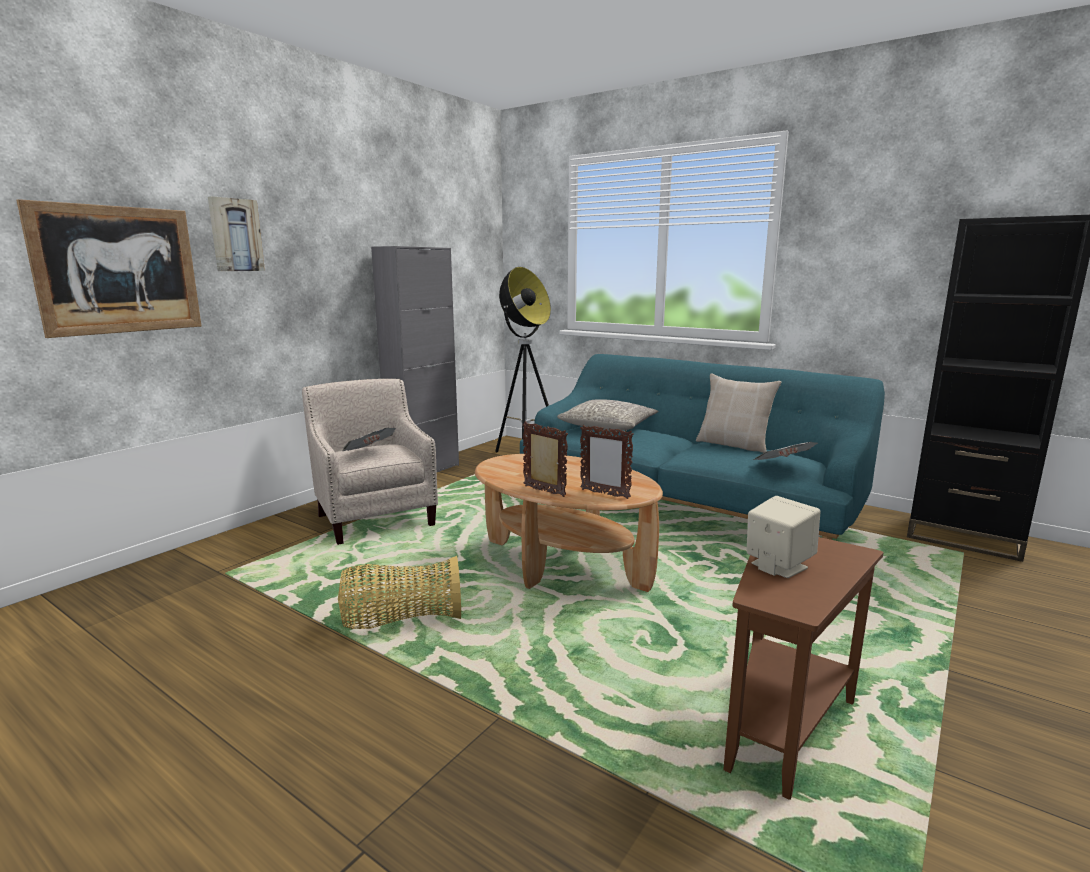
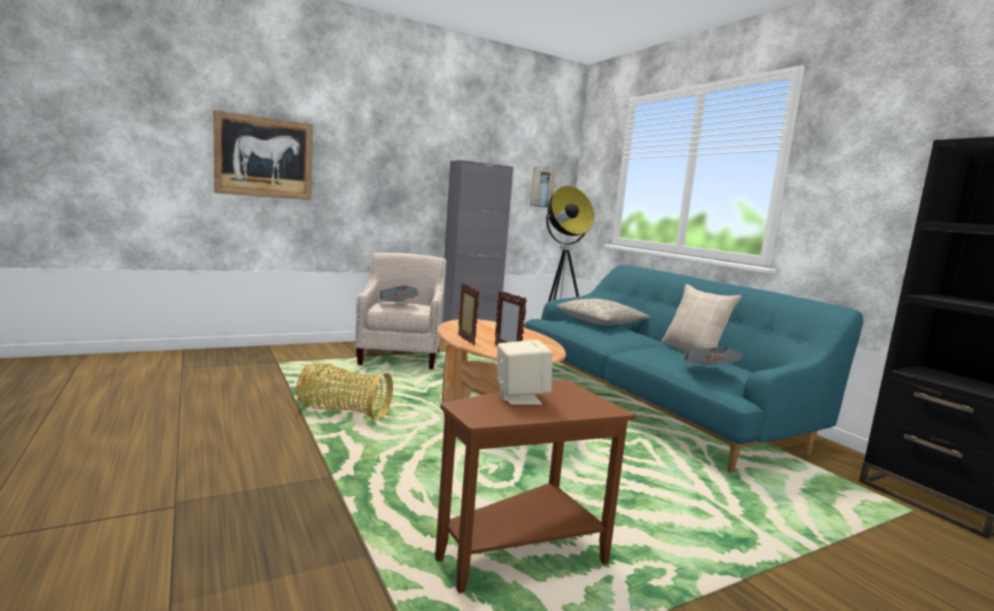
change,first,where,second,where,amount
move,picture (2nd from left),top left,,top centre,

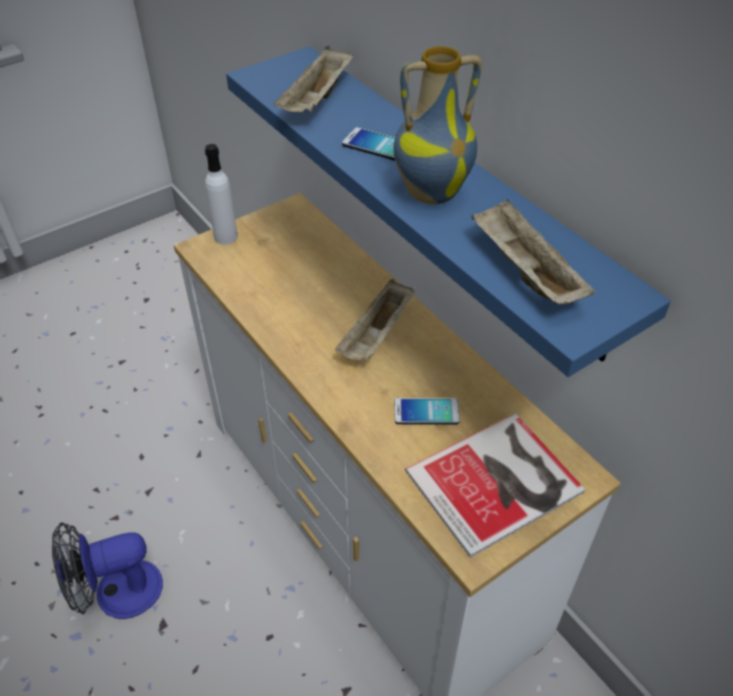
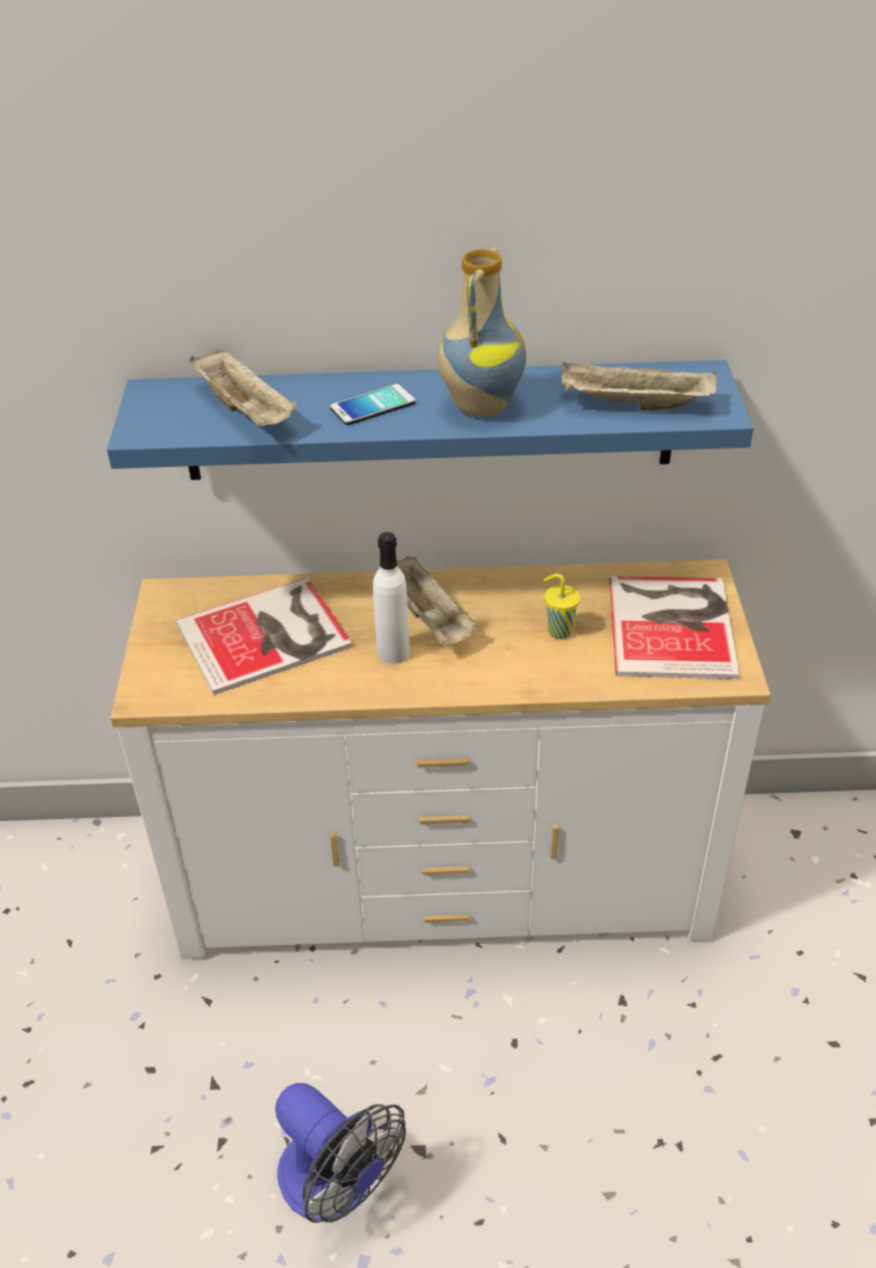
change,first,where,second,where,amount
move,white bottle,top left,,centre,
replace,phone (2nd from left),centre,yellow cup,centre,
rotate,fan,bottom left,,bottom centre,60 degrees counterclockwise
insert,,,book (1st from left),middle left,

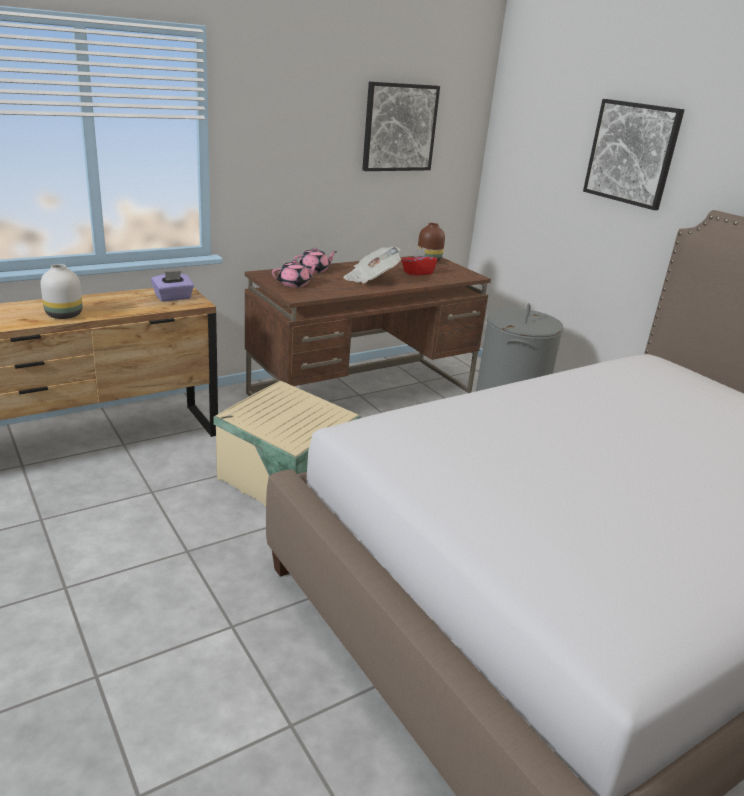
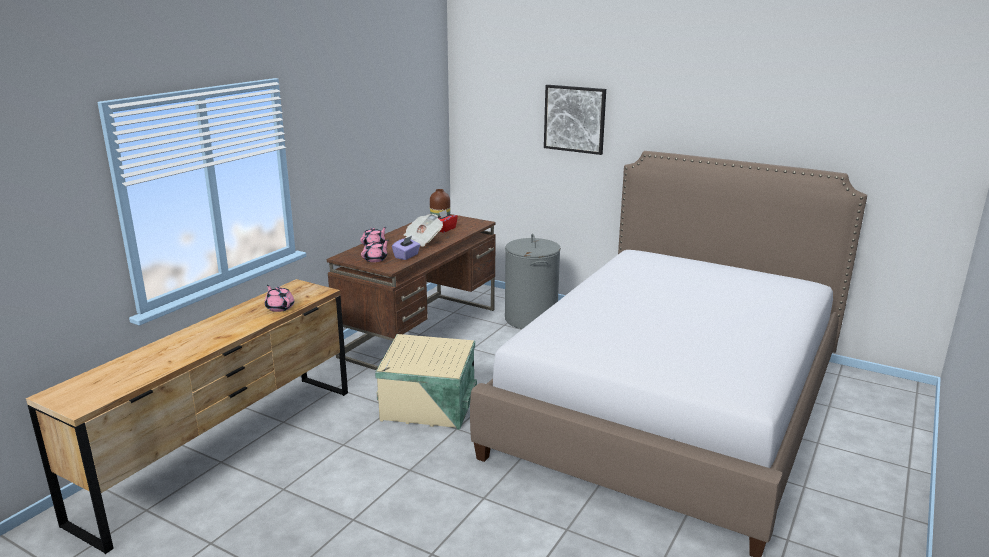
change,first,where,second,where,amount
delete,picture (1st from left),top centre,,,
delete,white vase,middle left,,,
move,purple tissue box,middle left,,centre,
insert,,,pink teapot (1st from left),middle left,

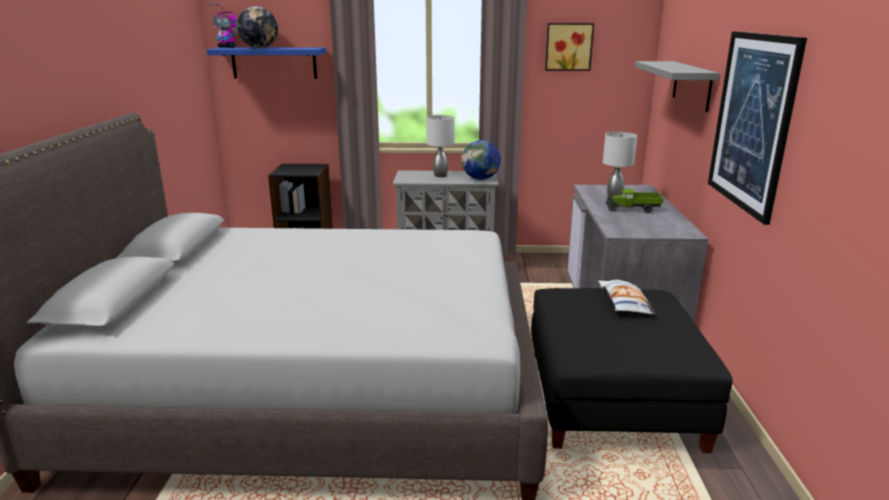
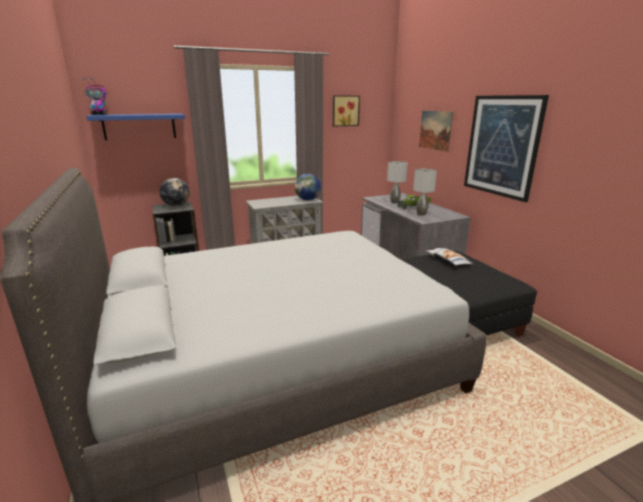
change,first,where,second,where,amount
move,globe (1st from left),top left,,middle left,
replace,grey shelf,top right,picture (2nd from left),top right,
move,grey table lamp (1st from left in the first image),top centre,grey table lamp (2nd from left),centre,

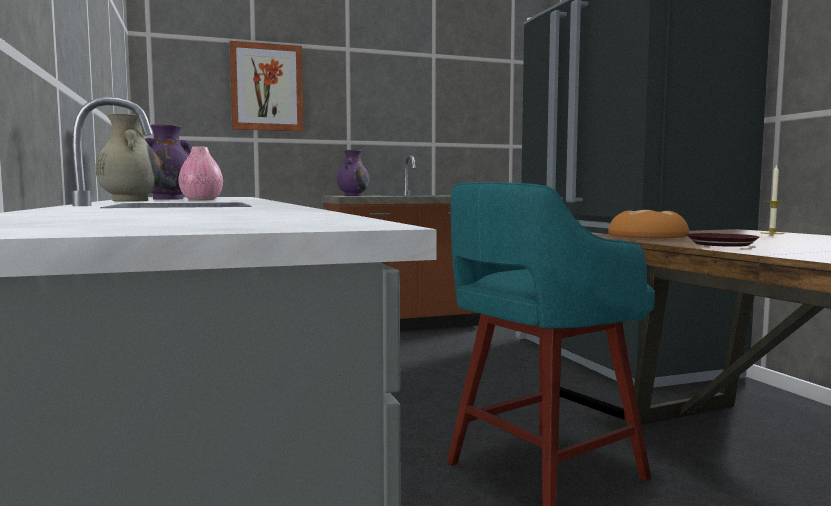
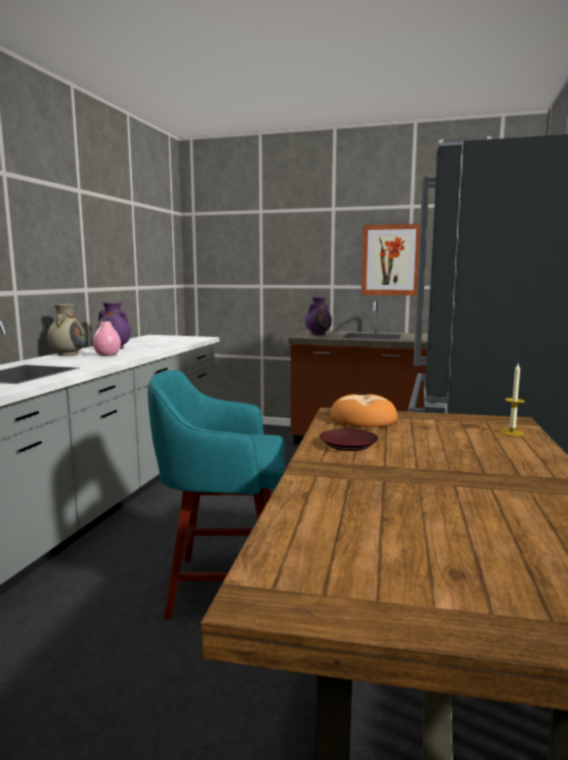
change,first,where,second,where,amount
move,picture,top left,,middle right,

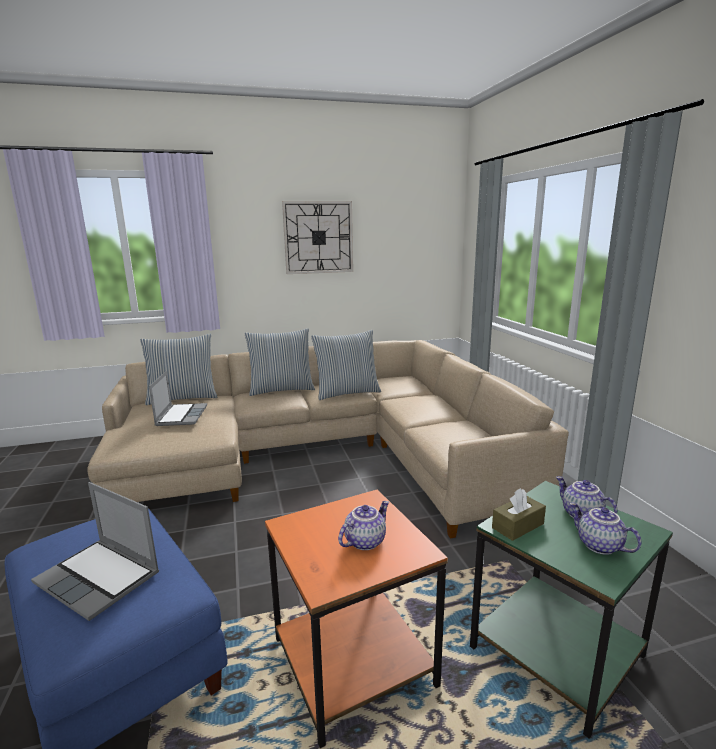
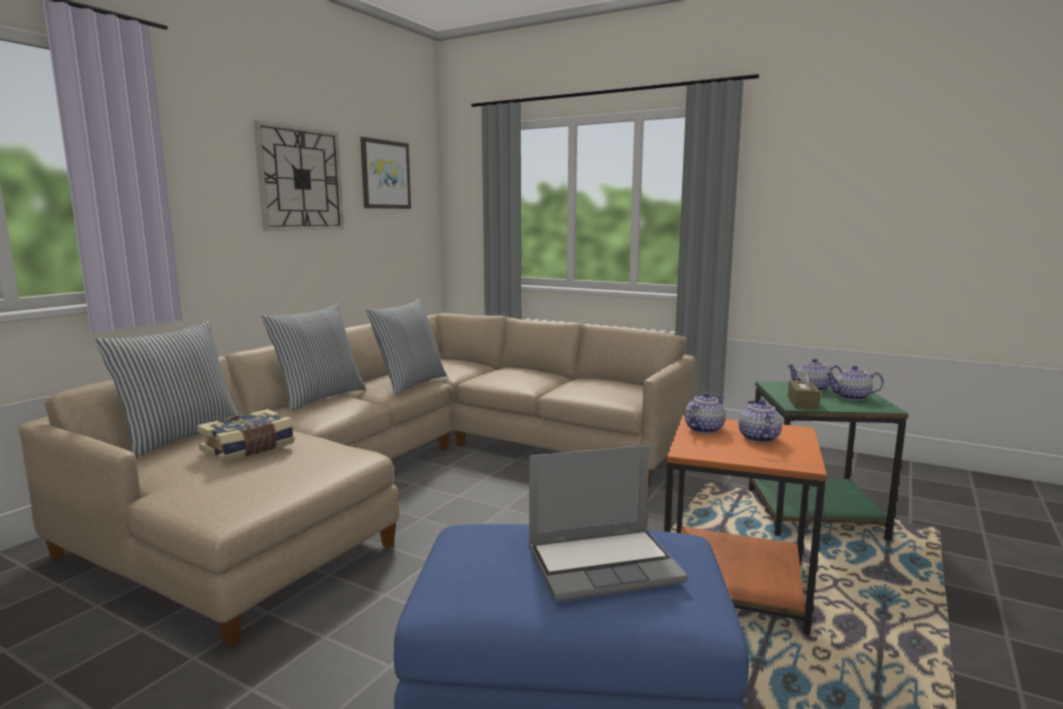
change,first,where,second,where,amount
replace,laptop (2nd from left),middle left,book,middle left,
insert,,,picture,top centre,
insert,,,teapot (1st from left),centre,

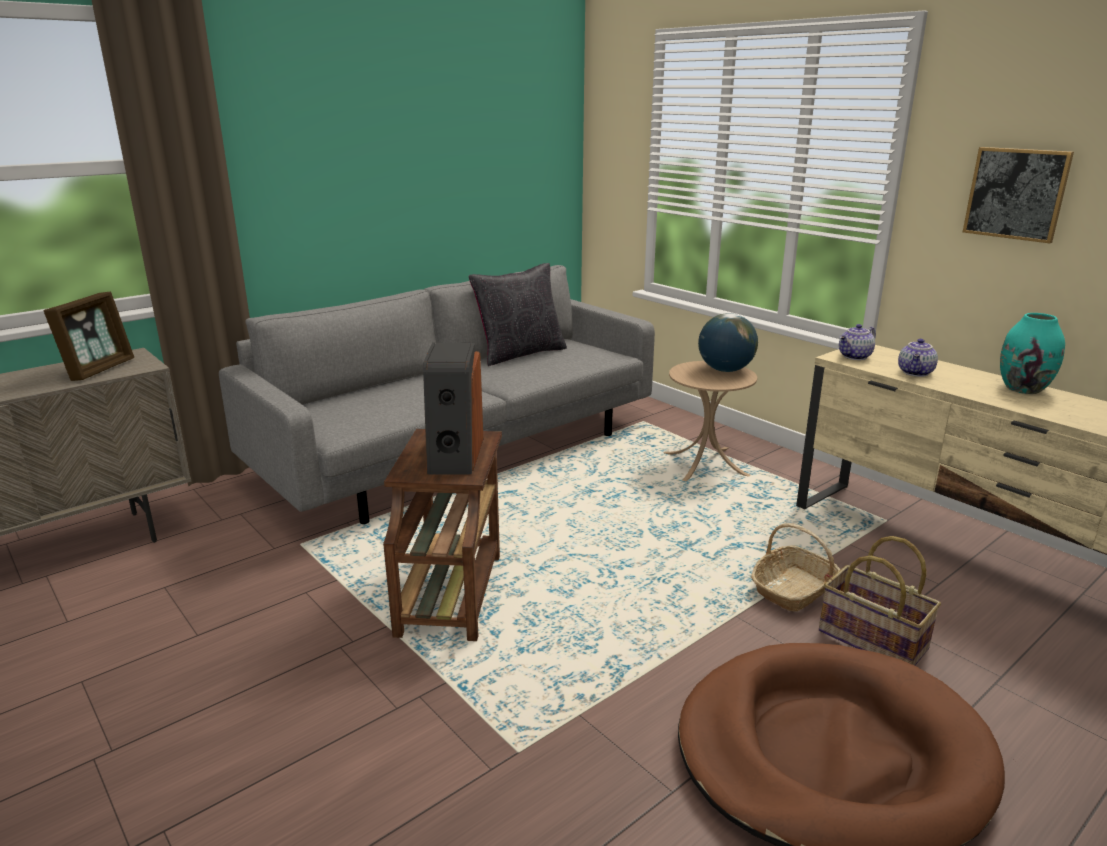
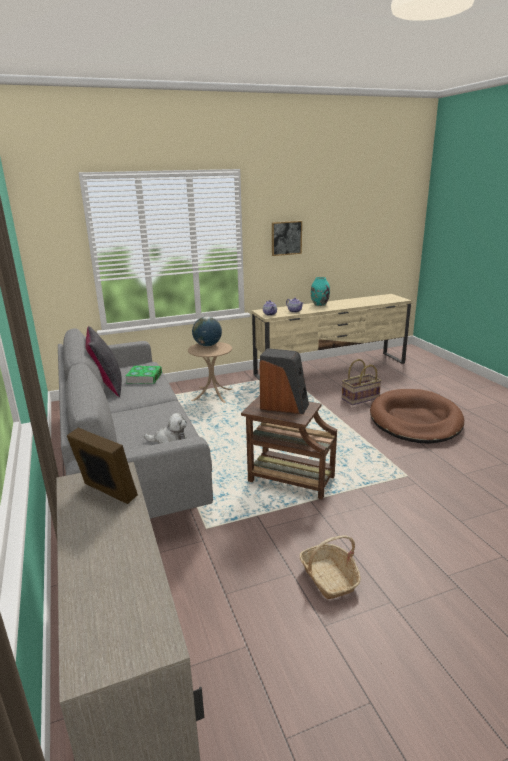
change,first,where,second,where,amount
move,basket (1st from left),bottom right,,bottom centre,
insert,,,book,middle left,
insert,,,plush toy,middle left,

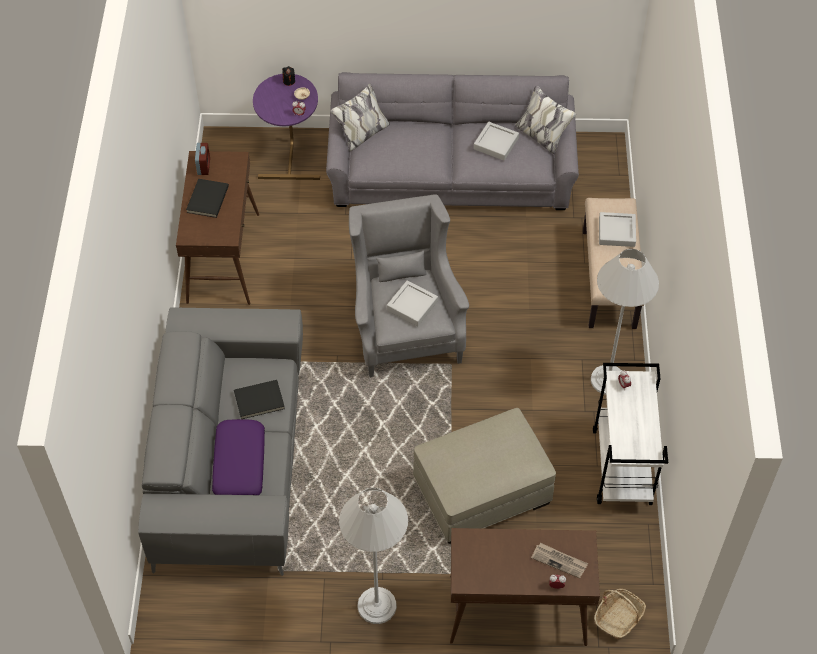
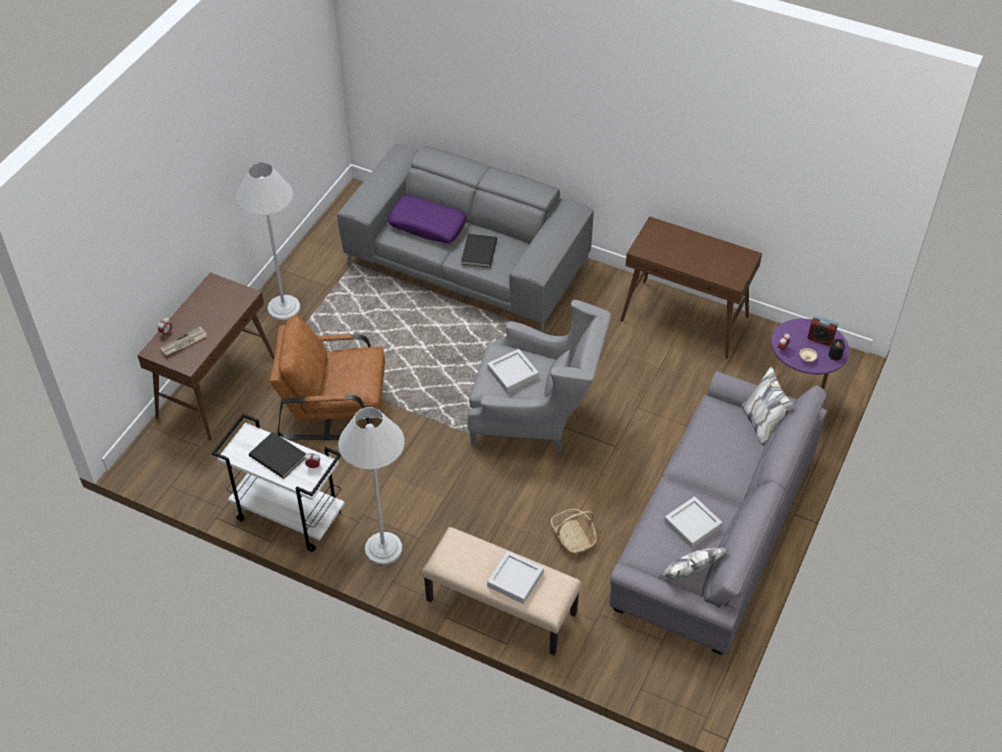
change,first,where,second,where,amount
move,alarm clock (1st from left in the first image),top left,alarm clock (4th from left),middle right,
move,black book (1st from left),top left,,middle left,
replace,beige ottoman,bottom centre,brown armchair,middle left,
move,basket,bottom right,,bottom centre,

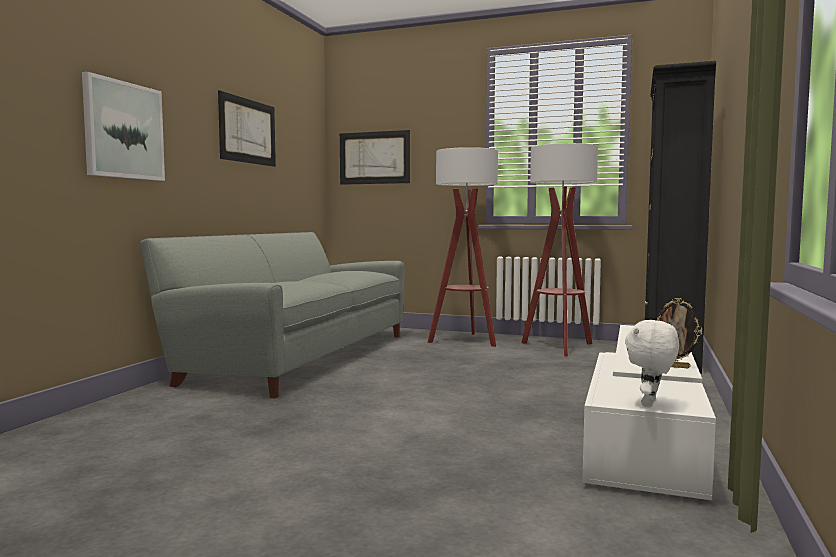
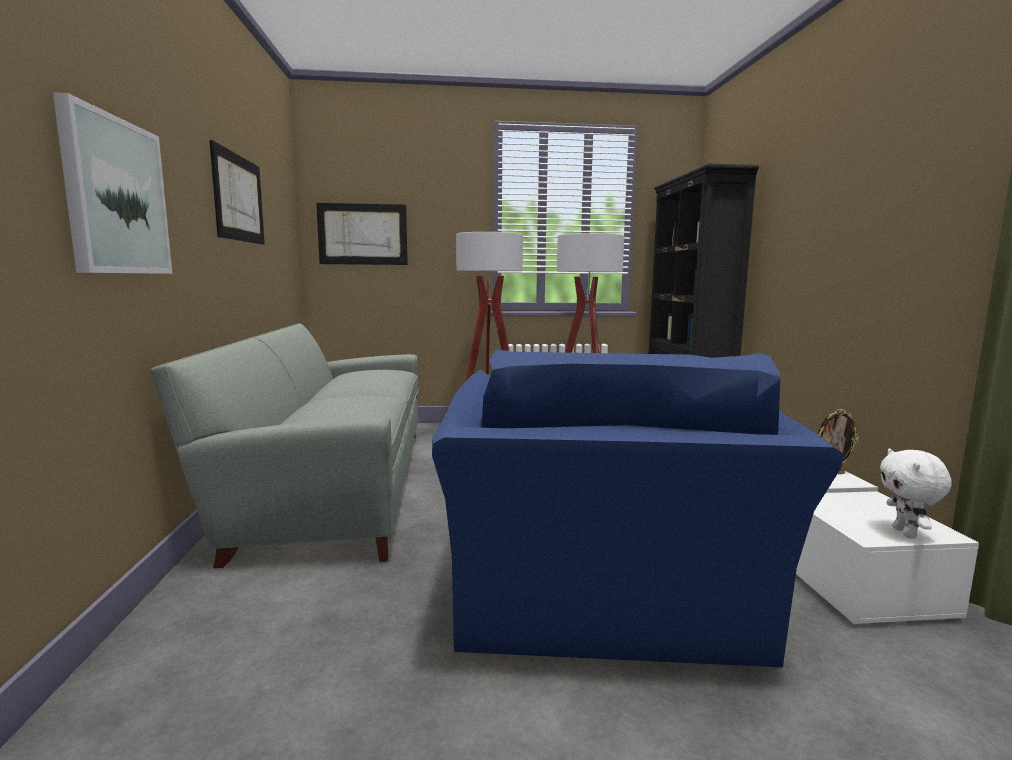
change,first,where,second,where,amount
insert,,,blue armchair,bottom centre,

